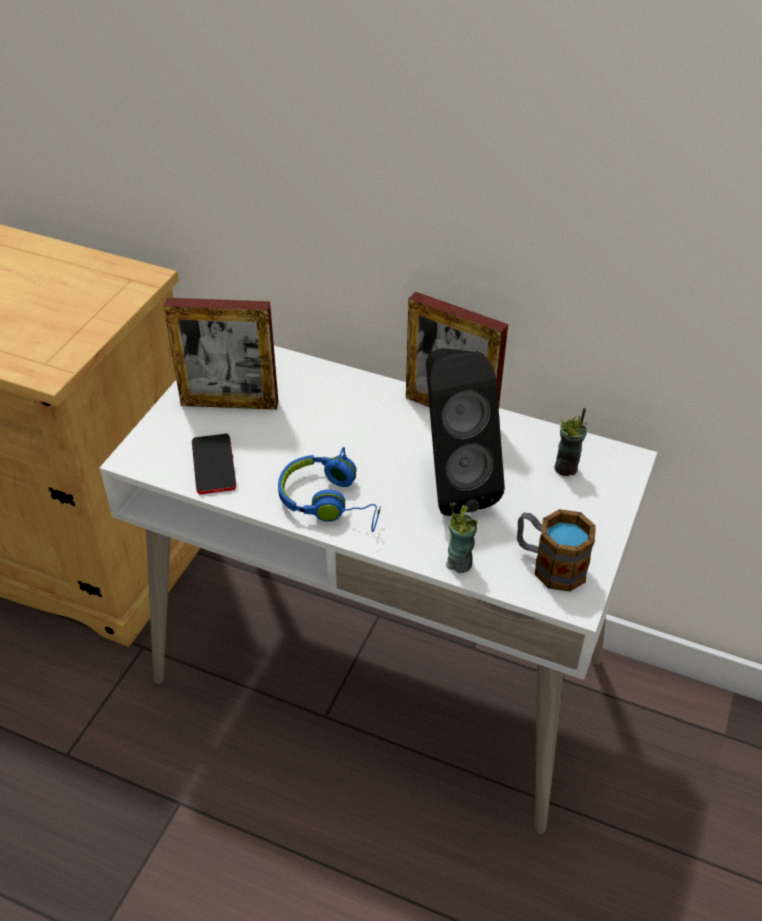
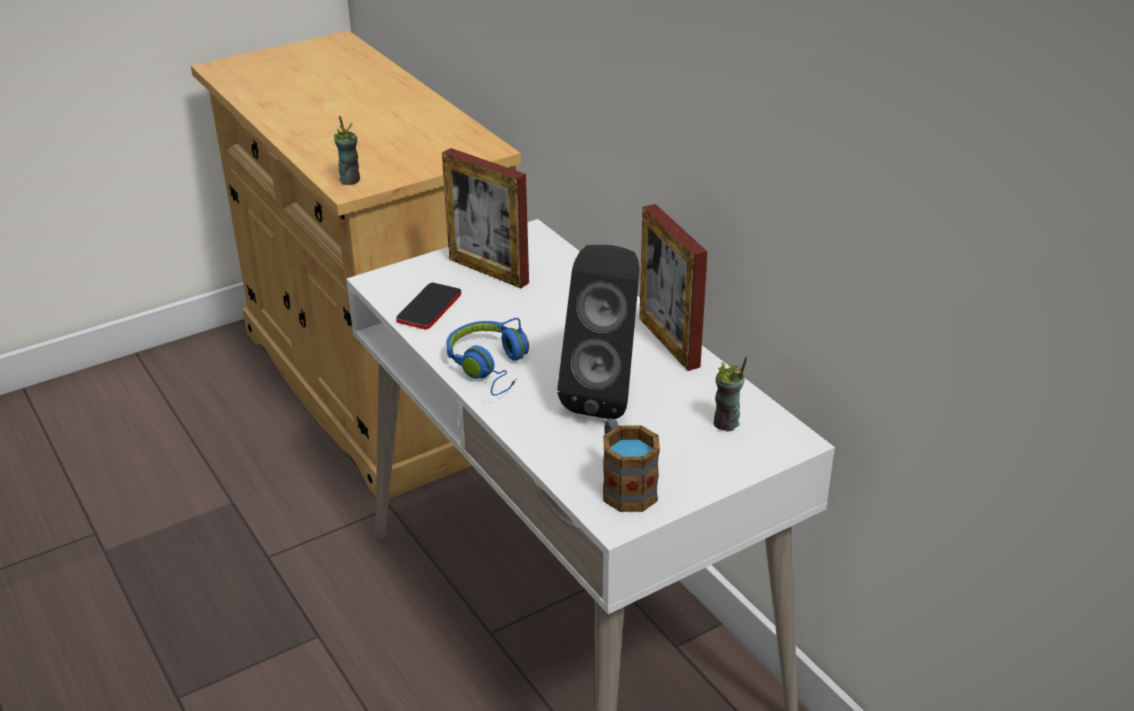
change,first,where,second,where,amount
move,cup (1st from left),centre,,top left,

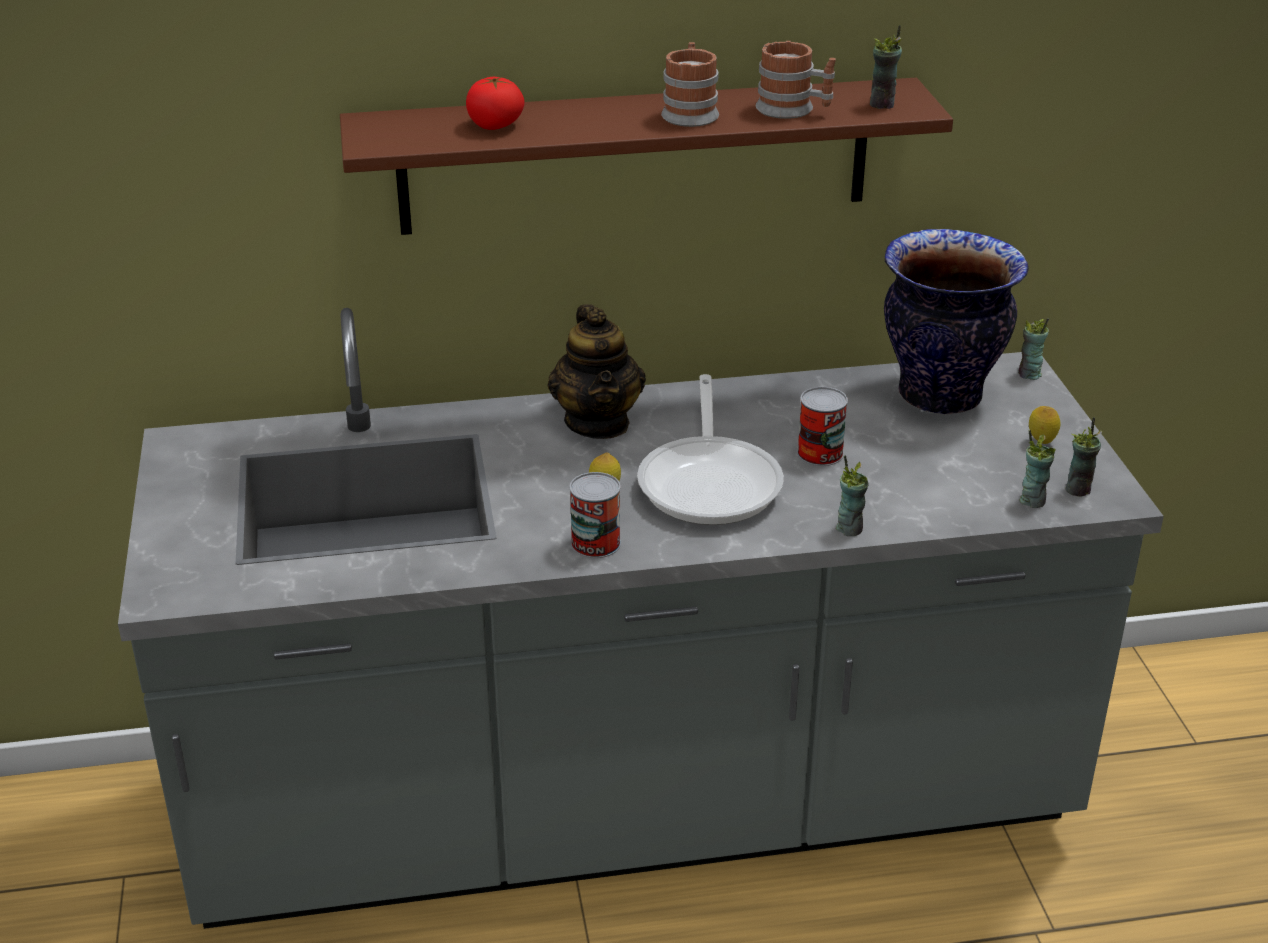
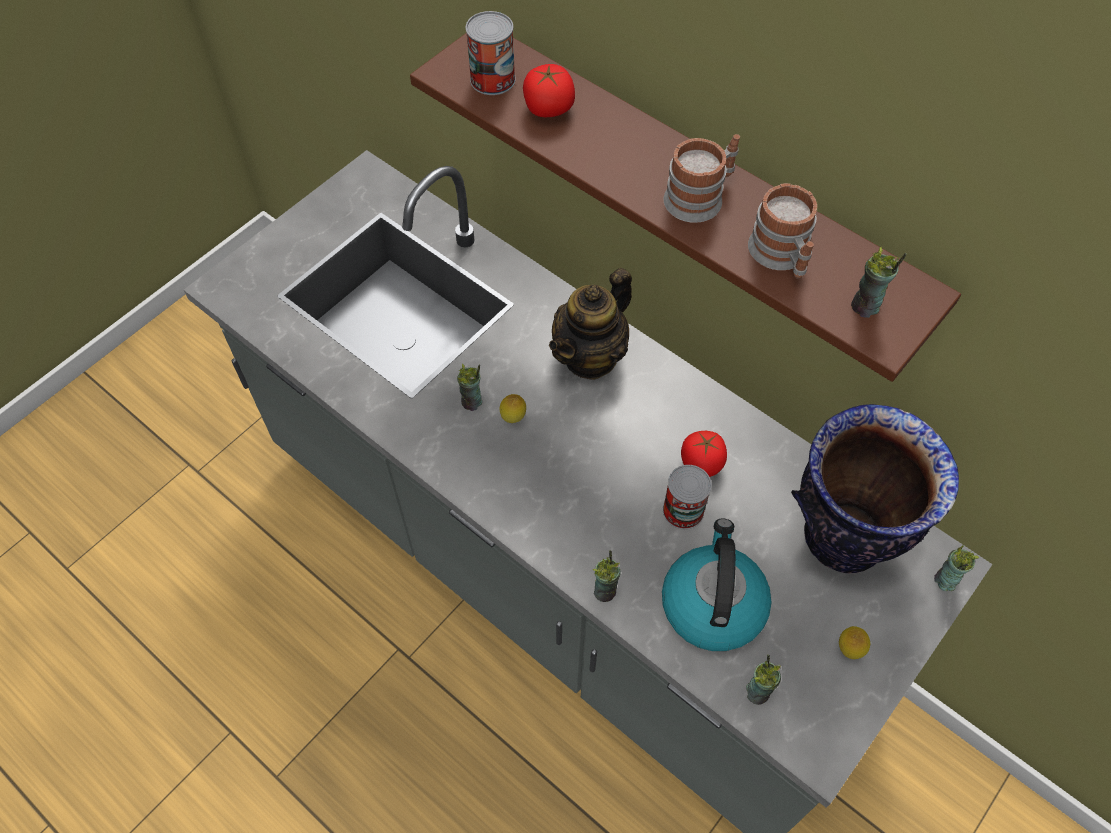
change,first,where,second,where,amount
delete,frying pan,centre,,,
move,cup (5th from left in the first image),middle right,cup (1st from left),centre,
move,can (1st from left),centre,,top centre,
insert,,,tomato (2nd from left),centre,
insert,,,kettle,bottom centre,

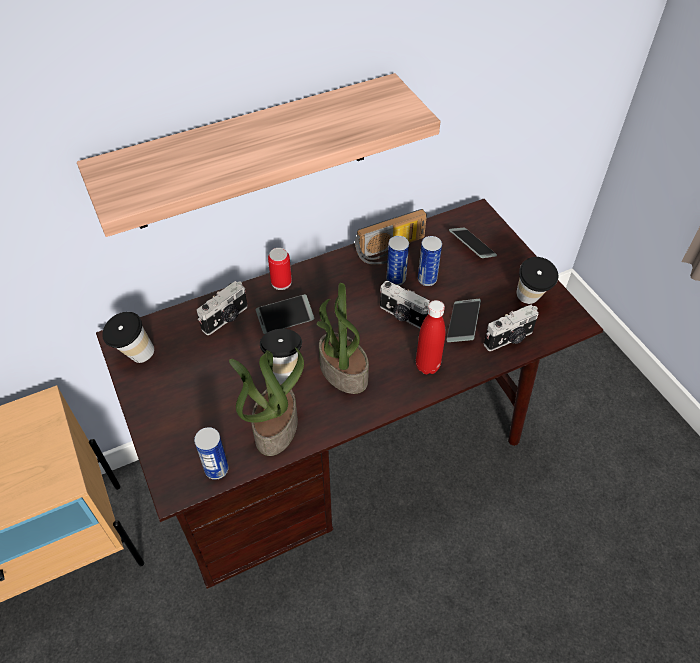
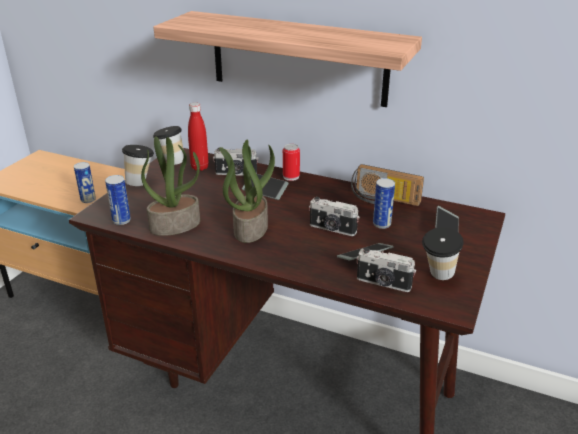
change,first,where,second,where,amount
move,can (3rd from left in the first image),centre,can (1st from left),middle left,
rotate,photo camera (2nd from left),centre,,centre,60 degrees counterclockwise
move,red bottle,centre,,top centre,
move,cup (2nd from left in the first image),centre,cup (1st from left),middle left,

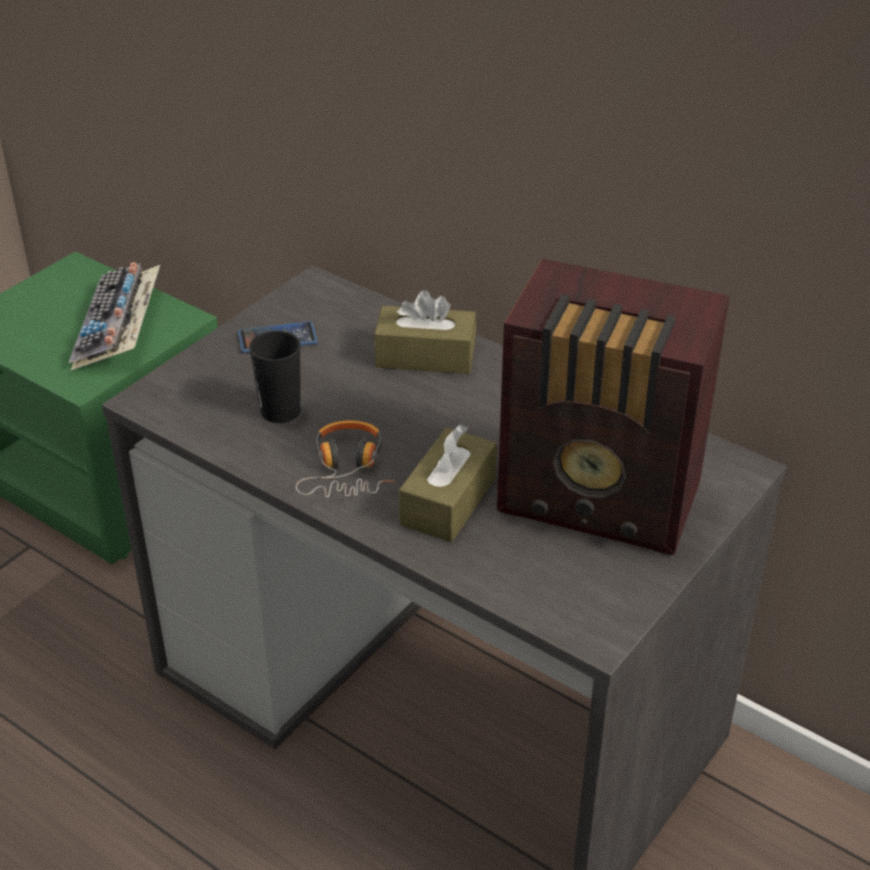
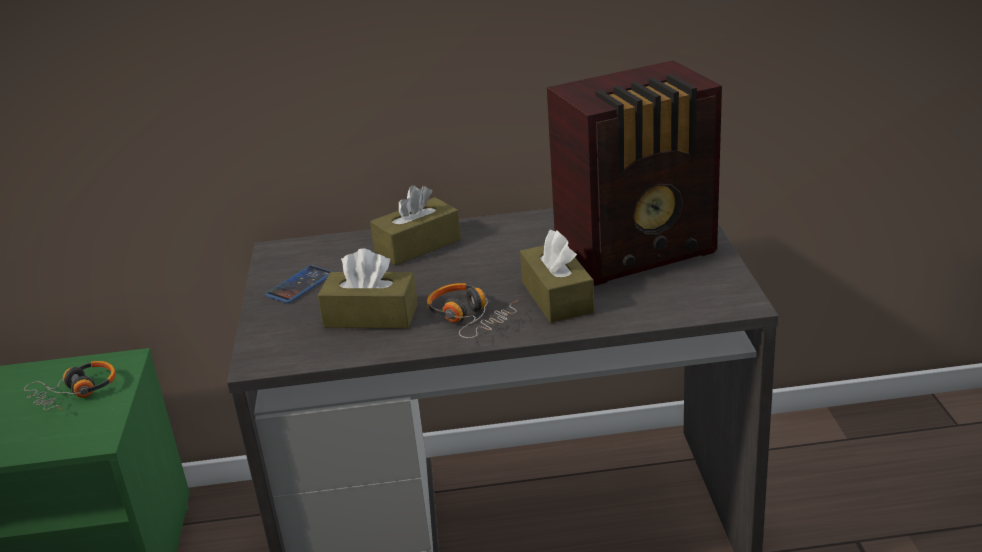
change,first,where,second,where,amount
replace,keyboard,middle left,headphones (1st from left),bottom left,
replace,black cup,middle left,brown tissue box (1st from left),centre,

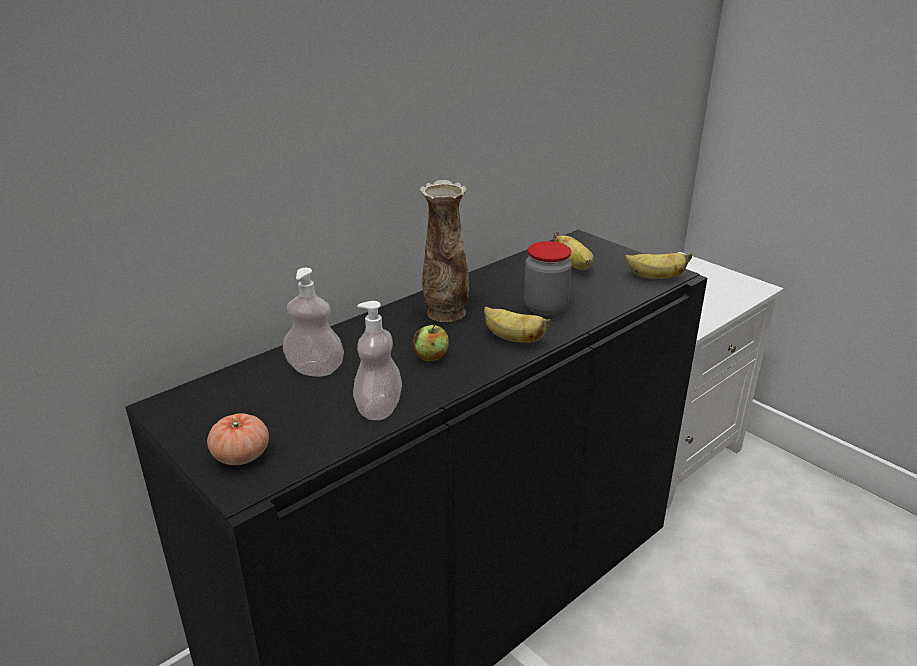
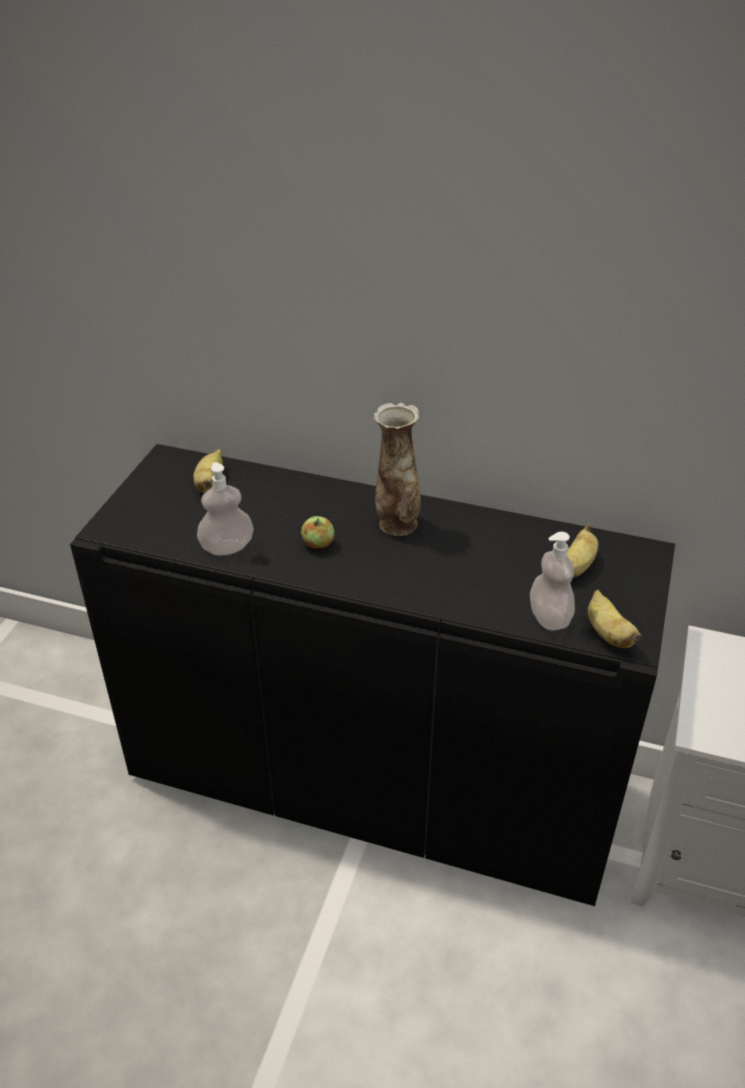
change,first,where,second,where,amount
delete,jar,centre,,,
move,soap dispenser (1st from left in the first image),centre,soap dispenser (2nd from left),middle right,
move,banana (1st from left),centre,,middle left,
delete,tomato,middle left,,,

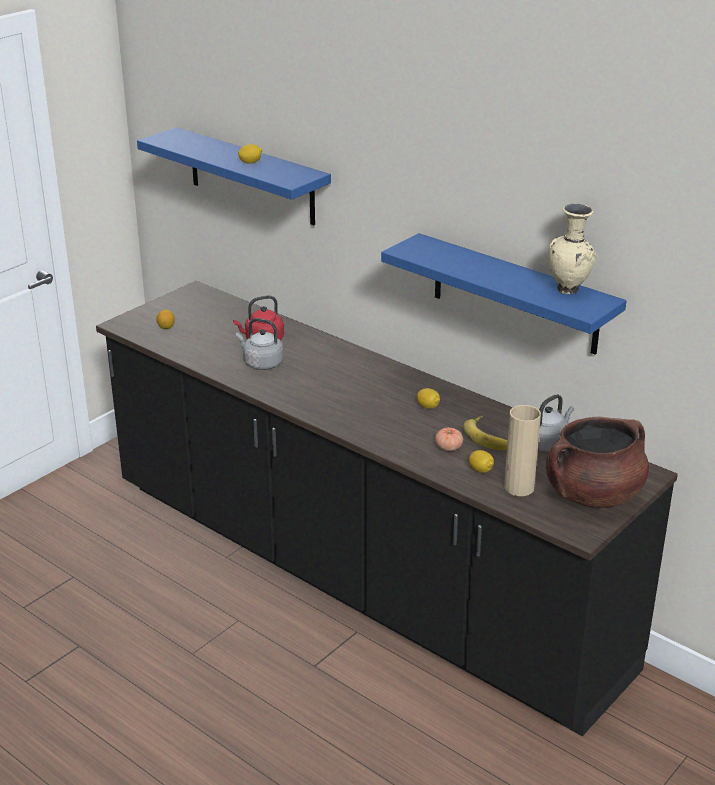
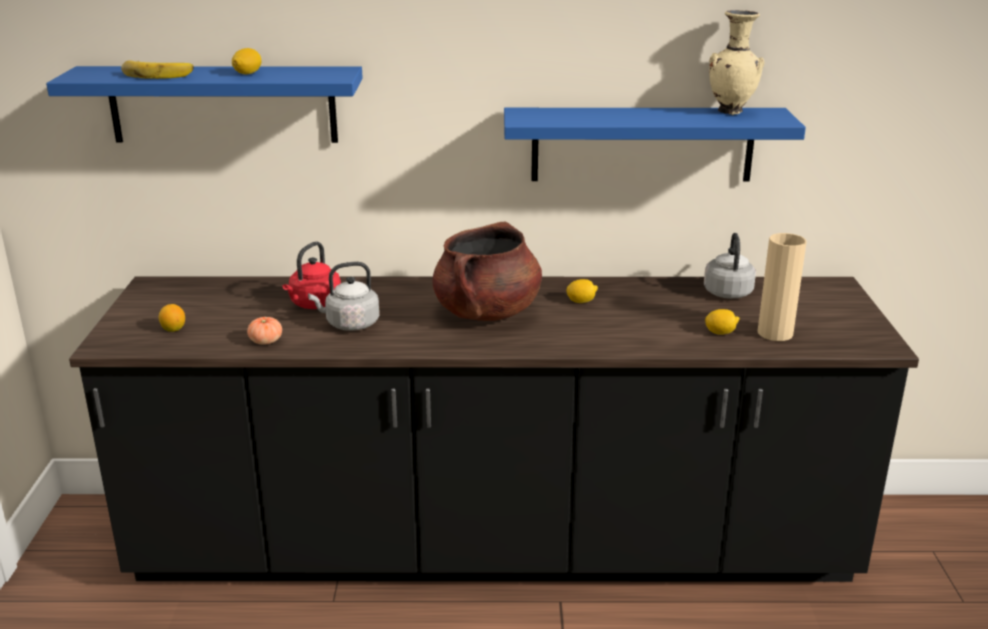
change,first,where,second,where,amount
move,banana,middle right,,top left,
move,brown cooking pot,middle right,,centre,
move,tomato,centre,,middle left,

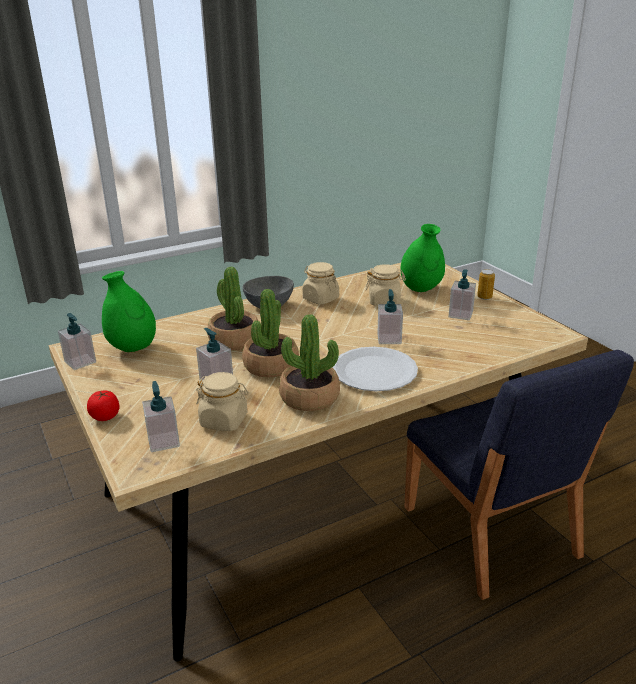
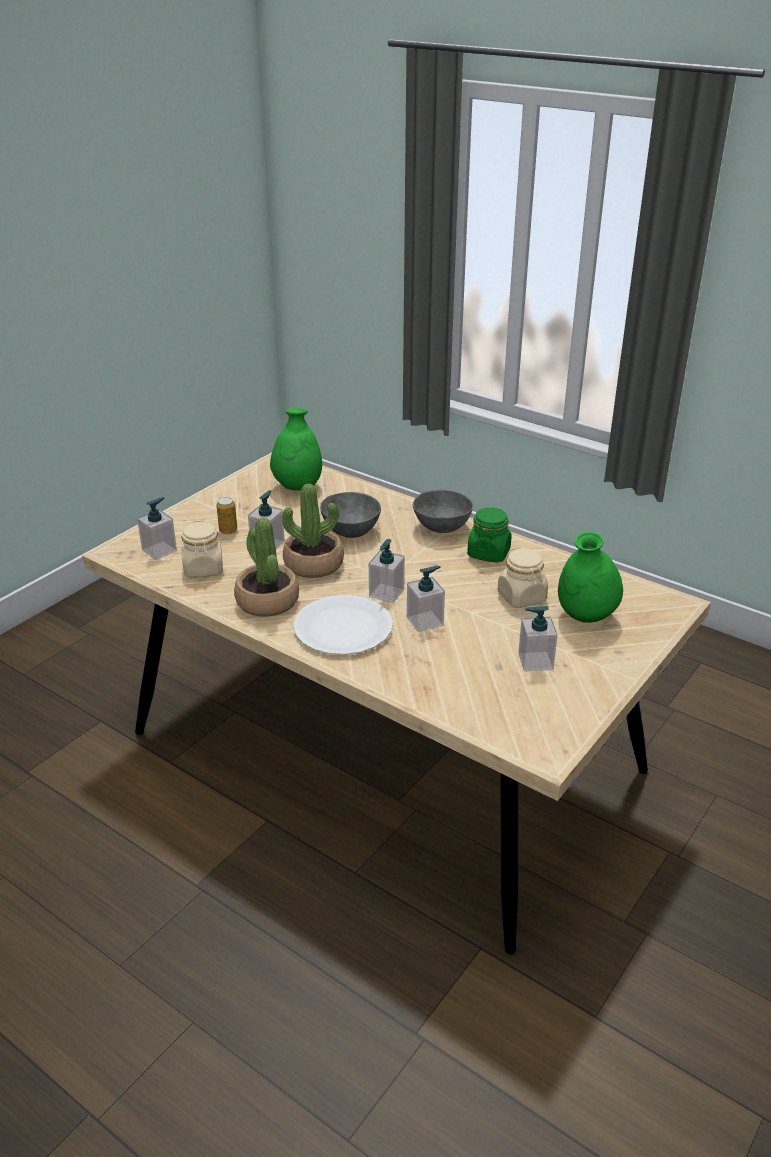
change,first,where,second,where,amount
recolor,beige jar (2nd from left),centre,green jar,centre,
replace,potted plant (1st from left),centre,grey bowl (1st from left),centre,
move,can,middle right,,middle left,
move,soap dispenser (1st from left in the first image),middle left,soap dispenser (3rd from left),centre,
delete,blue chair,bottom right,,,
delete,tomato,middle left,,,

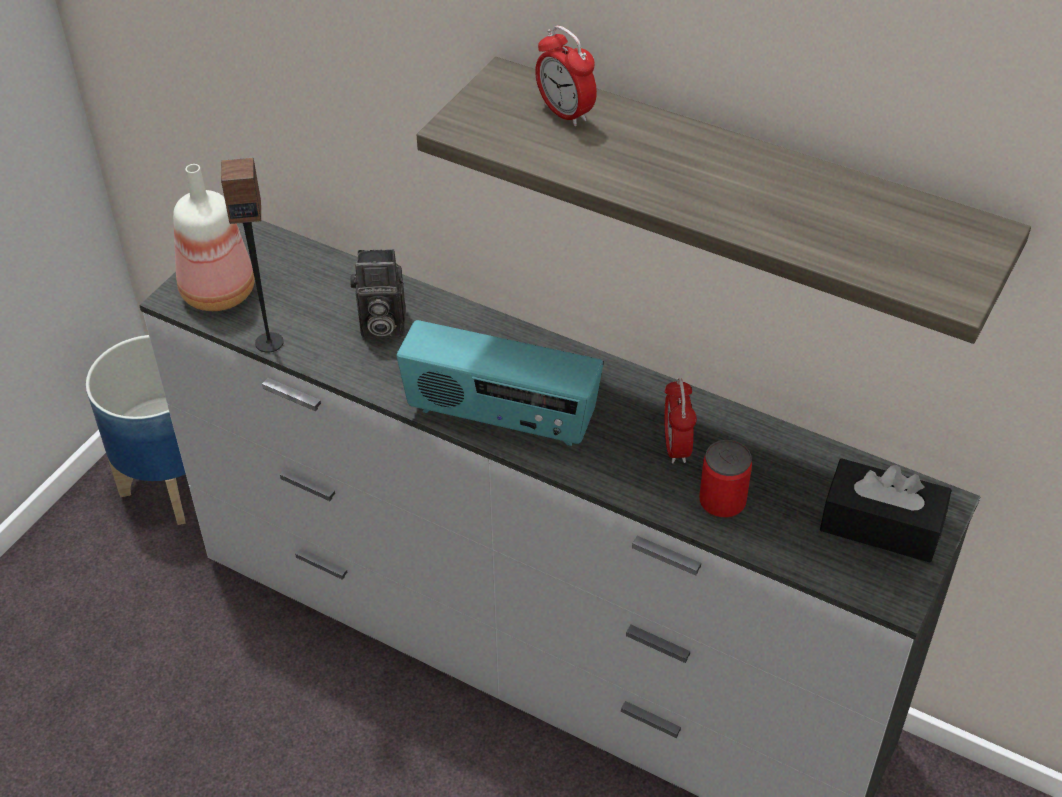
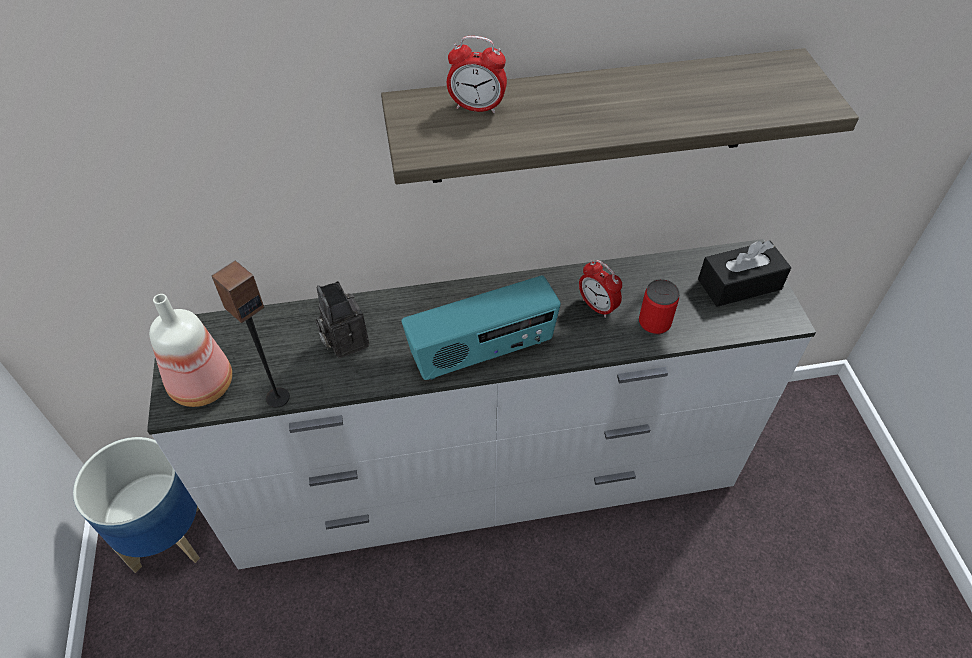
change,first,where,second,where,amount
rotate,photo camera,centre,,centre,105 degrees clockwise

